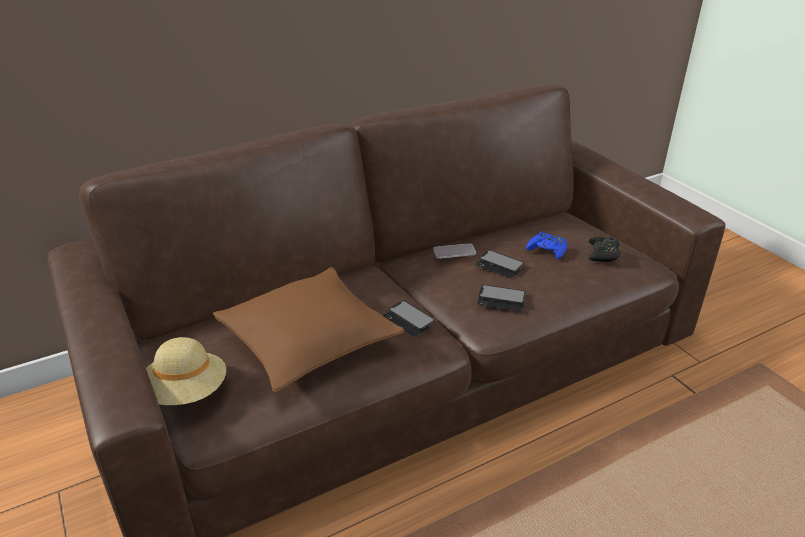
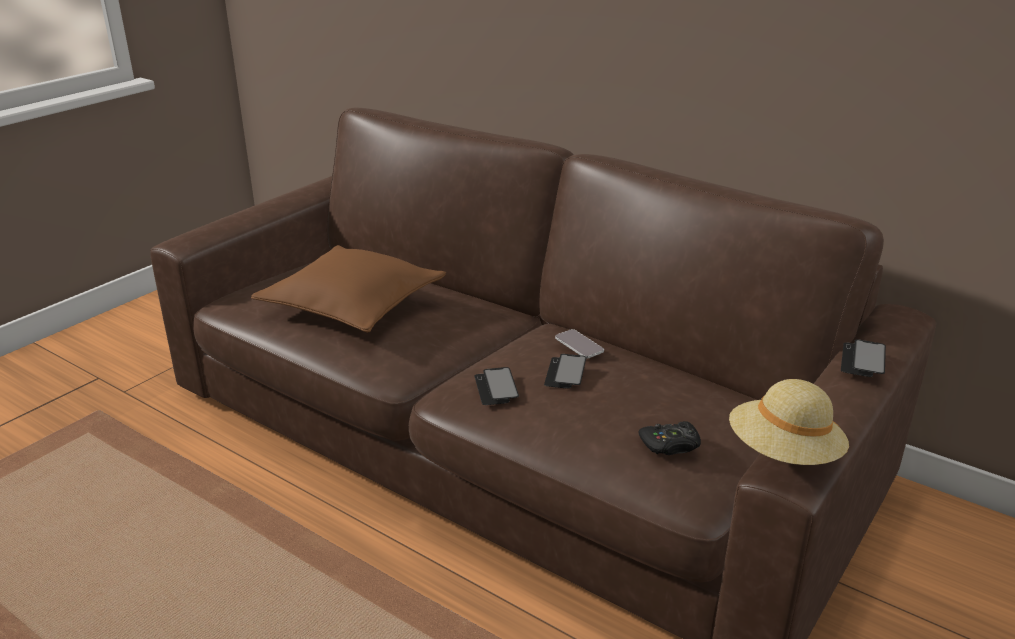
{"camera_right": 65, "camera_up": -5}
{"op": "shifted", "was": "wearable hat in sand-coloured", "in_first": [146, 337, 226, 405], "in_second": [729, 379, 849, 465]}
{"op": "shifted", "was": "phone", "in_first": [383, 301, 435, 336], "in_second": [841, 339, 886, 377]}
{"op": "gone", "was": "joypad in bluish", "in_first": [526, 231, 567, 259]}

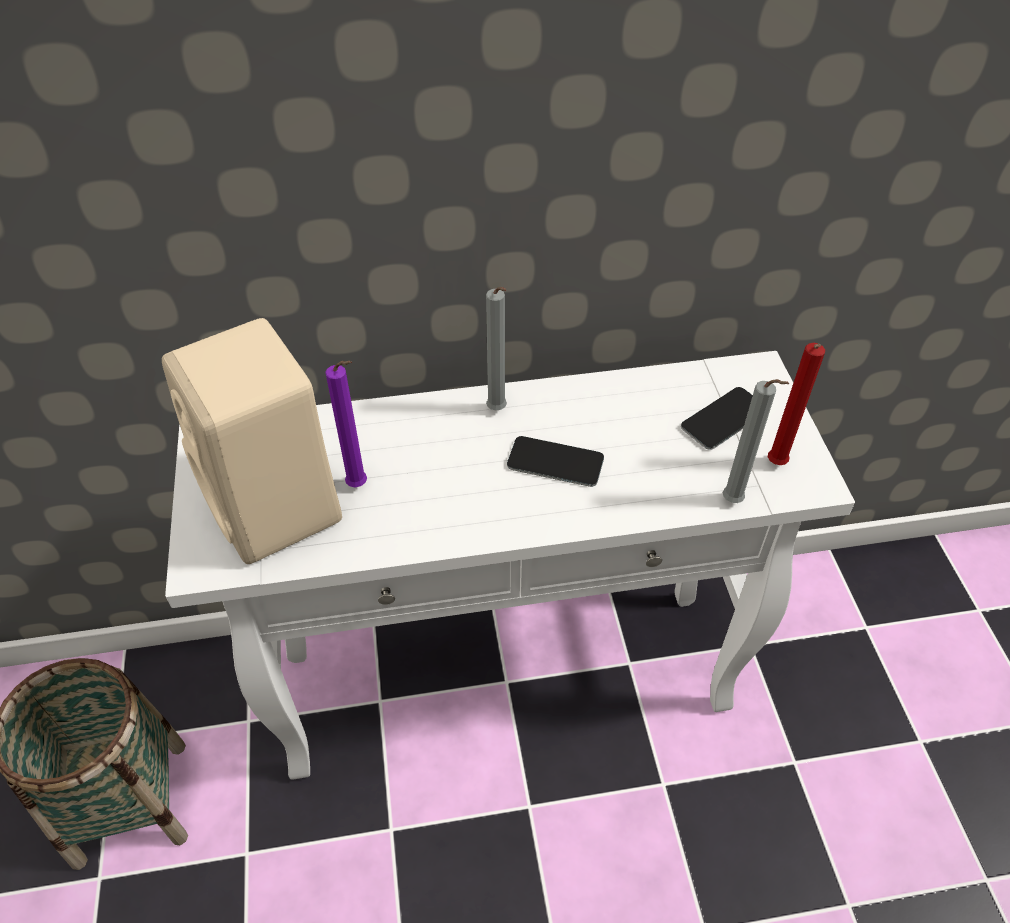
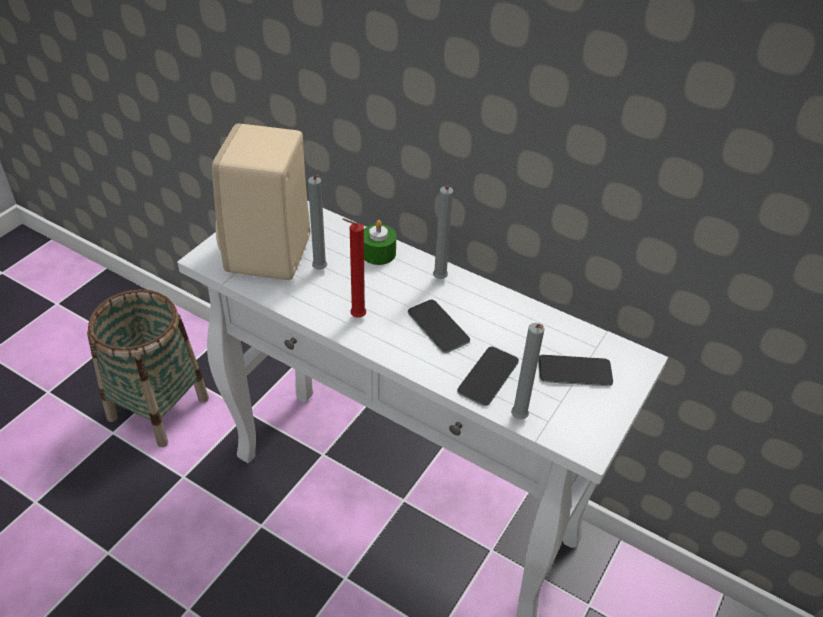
{"camera_right": 40, "camera_up": -5}
{"op": "repainted", "was": "wax light in purple", "now": "wax light in greyish", "in_first": [325, 361, 367, 487], "in_second": [308, 175, 327, 269]}
{"op": "shifted", "was": "wax light in red", "in_first": [768, 343, 825, 465], "in_second": [342, 218, 366, 317]}
{"op": "new", "now": "wax light in green", "in_second": [364, 220, 396, 265]}
{"op": "new", "now": "phone", "in_second": [457, 347, 519, 406]}

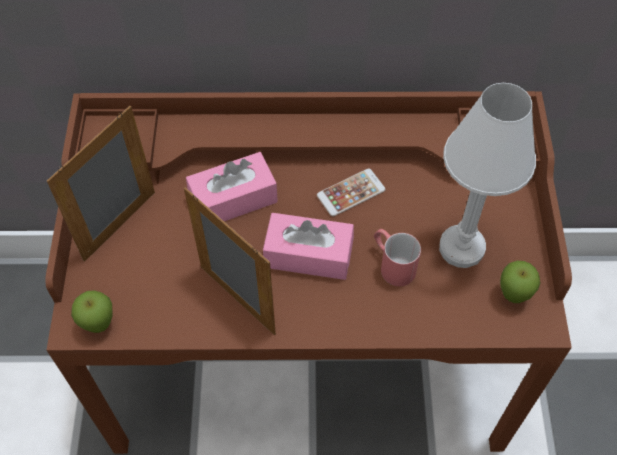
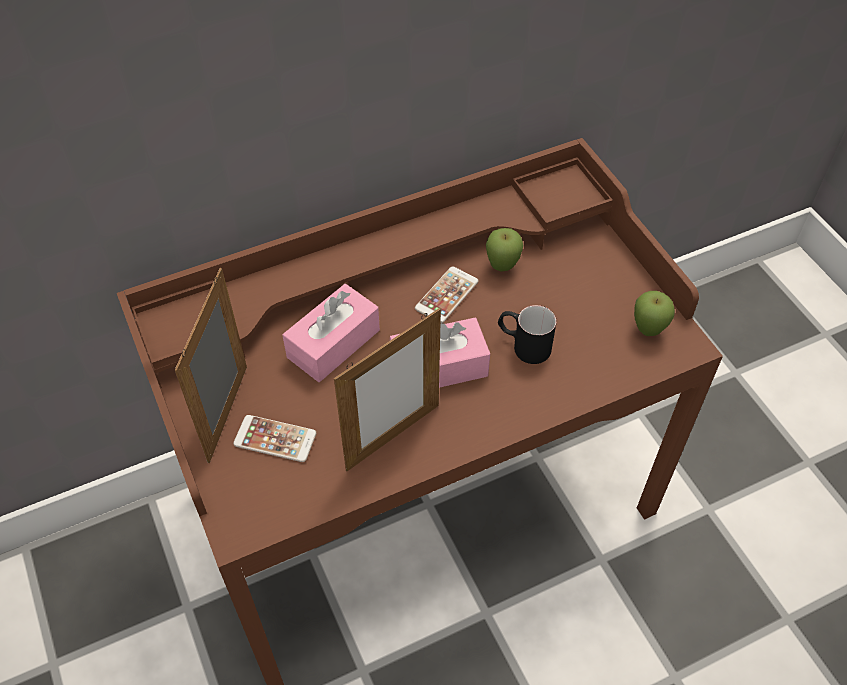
{"camera_right": -25, "camera_up": -5}
{"op": "shifted", "was": "apple fruit", "in_first": [71, 290, 113, 333], "in_second": [486, 228, 523, 272]}
{"op": "rotated", "was": "photo frame", "in_first": [184, 187, 276, 335], "in_second": [334, 308, 441, 471], "clockwise": 120}
{"op": "repainted", "was": "mug in red", "now": "mug in black", "in_first": [374, 229, 421, 286], "in_second": [498, 305, 557, 364]}
{"op": "gone", "was": "table lamp in white", "in_first": [439, 83, 536, 268]}
{"op": "new", "now": "phone", "in_second": [233, 415, 316, 462]}

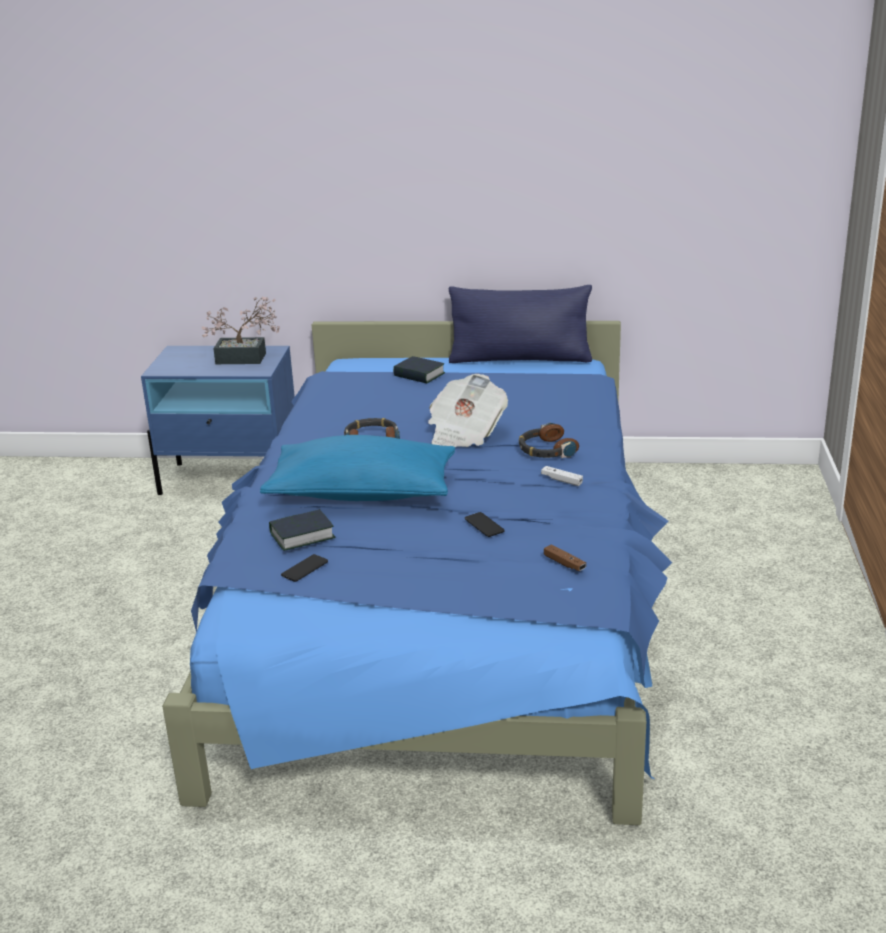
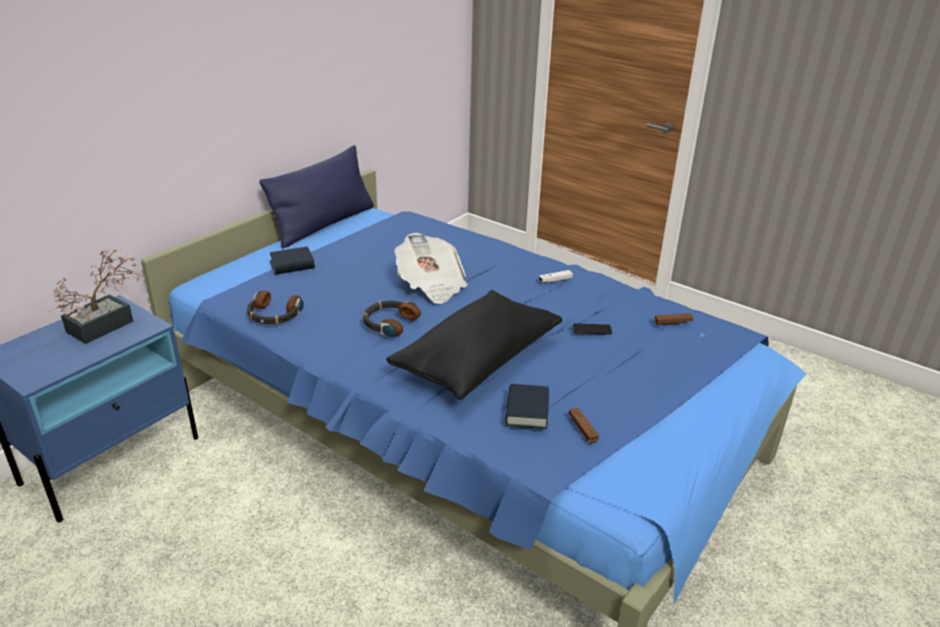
{"camera_right": -60, "camera_up": 5}
{"op": "repainted", "was": "cushion in bluish", "now": "cushion in black", "in_first": [260, 435, 455, 501], "in_second": [386, 290, 562, 400]}
{"op": "swapped", "was": "phone", "now": "joypad in brown-coloured", "in_first": [281, 554, 328, 582], "in_second": [569, 408, 599, 444]}
{"op": "shifted", "was": "headphones", "in_first": [519, 422, 579, 458], "in_second": [247, 291, 304, 324]}

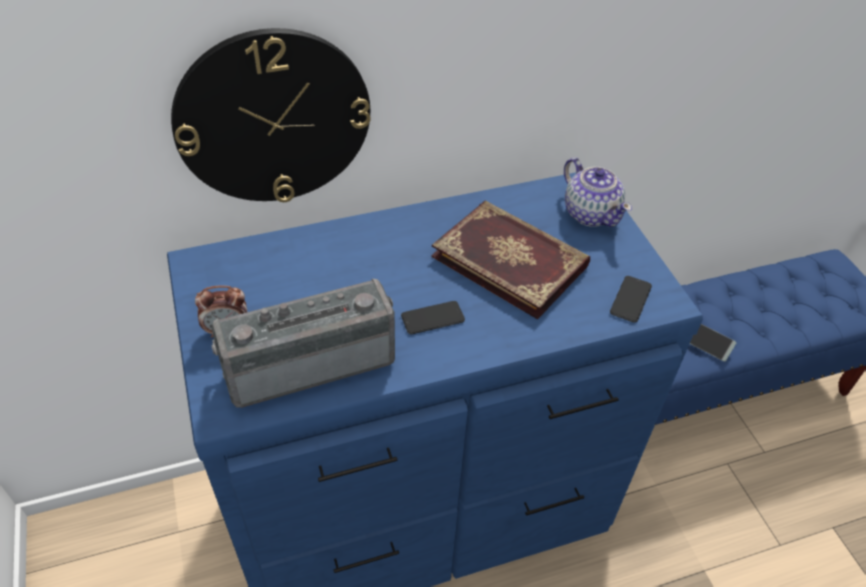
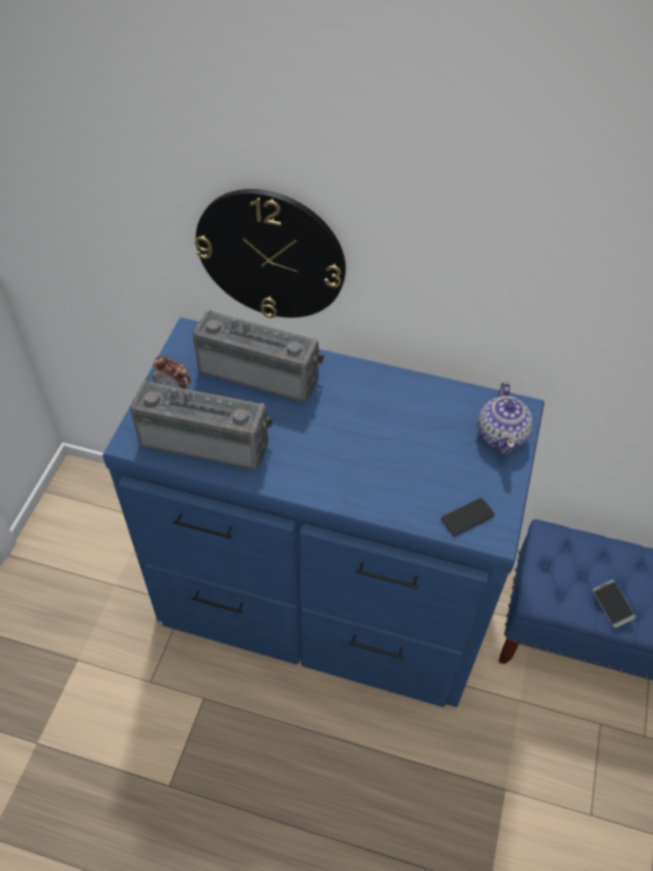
{"camera_right": 35, "camera_up": 5}
{"op": "gone", "was": "phone", "in_first": [401, 301, 465, 334]}
{"op": "gone", "was": "volume", "in_first": [431, 201, 590, 319]}
{"op": "new", "now": "radio", "in_second": [193, 310, 325, 402]}

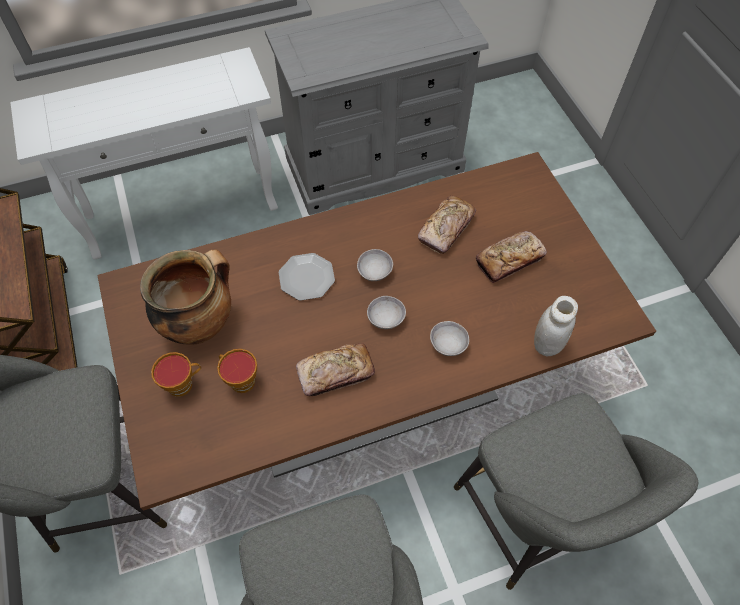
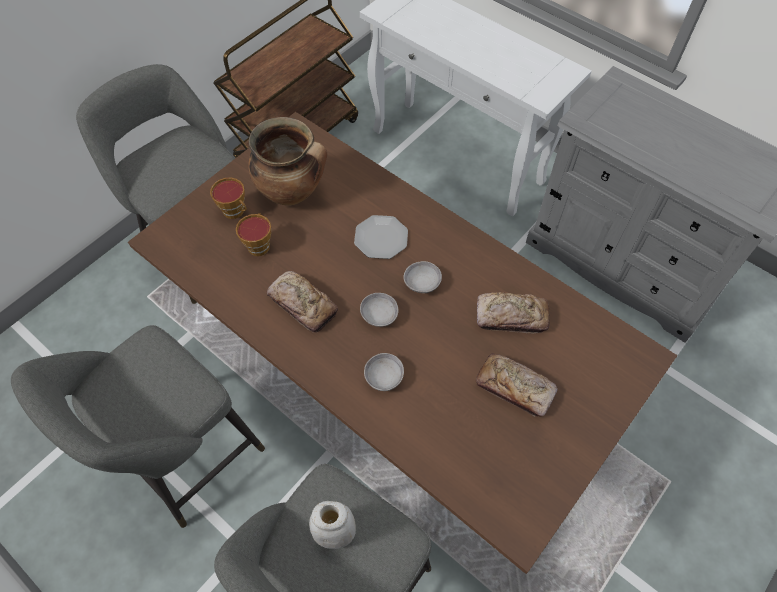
{"camera_right": 60, "camera_up": 0}
{"op": "shifted", "was": "preserve jar in white", "in_first": [534, 296, 578, 356], "in_second": [309, 501, 356, 549]}

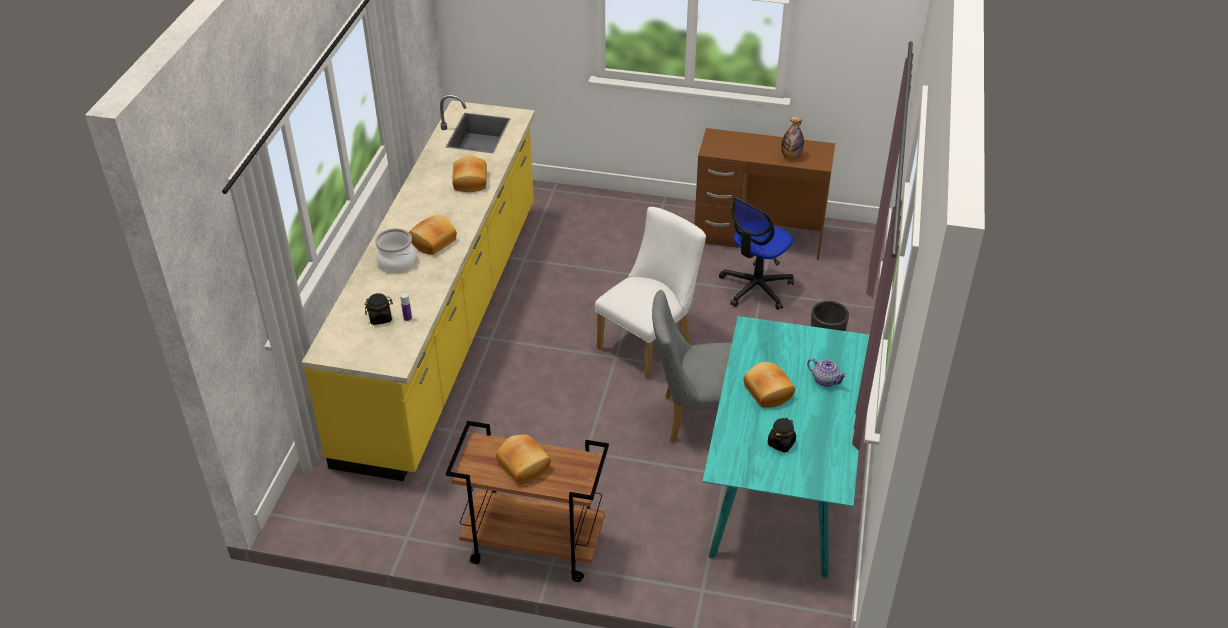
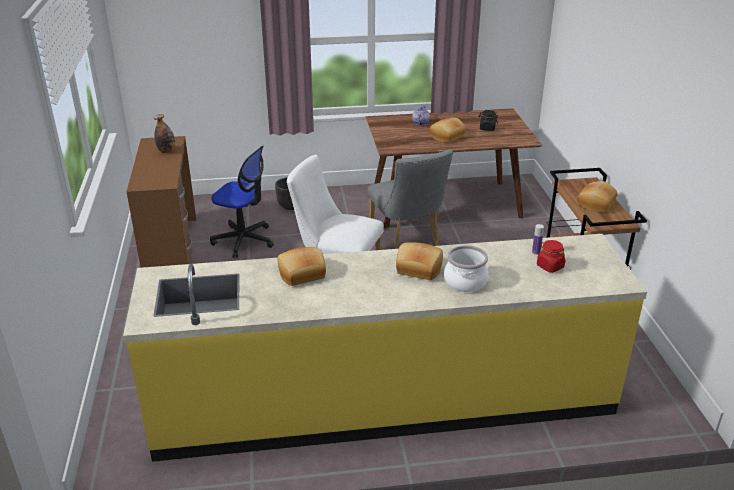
{"camera_right": -110, "camera_up": -10}
{"op": "repainted", "was": "preserve jar in black", "now": "preserve jar in red", "in_first": [365, 293, 393, 325], "in_second": [537, 240, 565, 273]}
{"op": "repainted", "was": "dinner table in turquoise-coloured", "now": "dinner table in brown-coloured", "in_first": [702, 316, 869, 578], "in_second": [366, 108, 542, 228]}

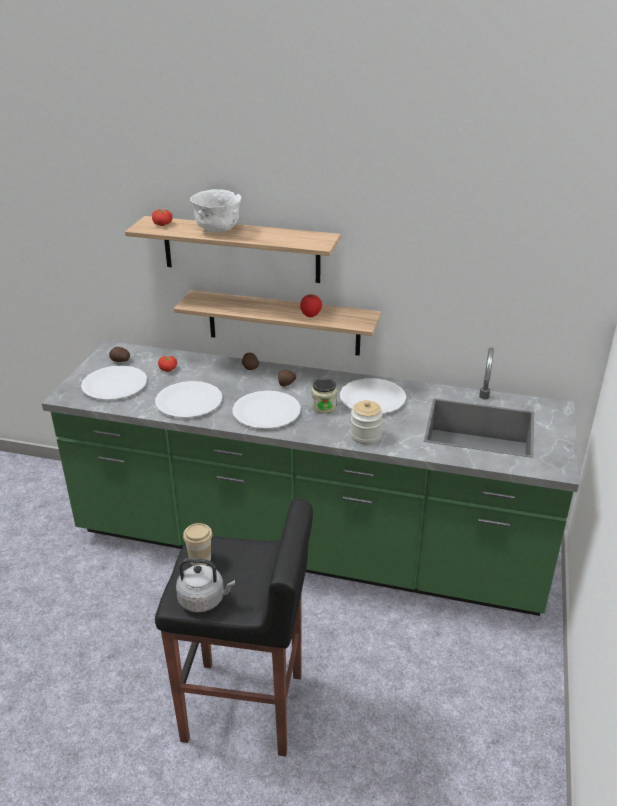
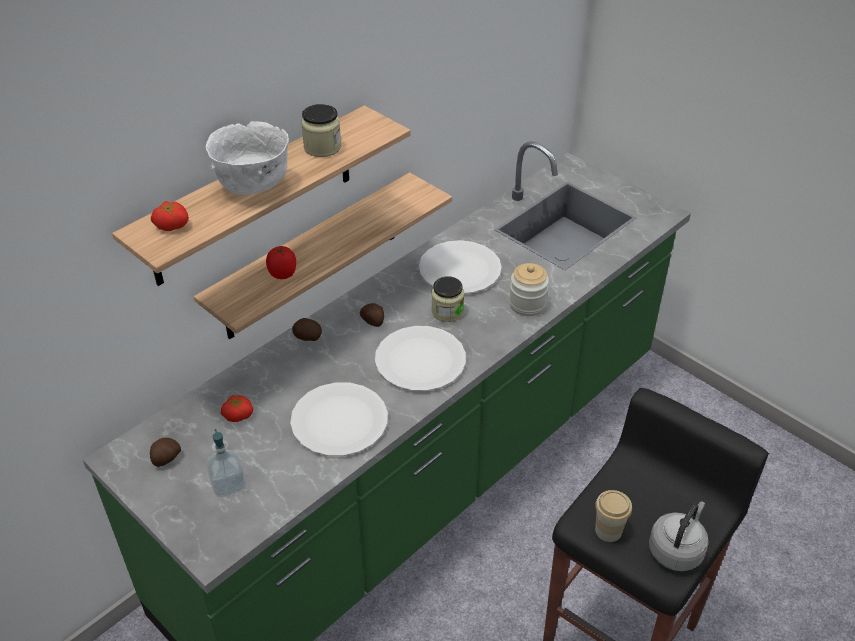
{"camera_right": -60, "camera_up": 10}
{"op": "swapped", "was": "dinner plate in white", "now": "soap dispenser", "in_first": [81, 366, 147, 400], "in_second": [206, 429, 246, 497]}
{"op": "shifted", "was": "whole tomato", "in_first": [300, 294, 322, 317], "in_second": [266, 246, 296, 279]}
{"op": "new", "now": "preserve jar", "in_second": [301, 104, 341, 157]}

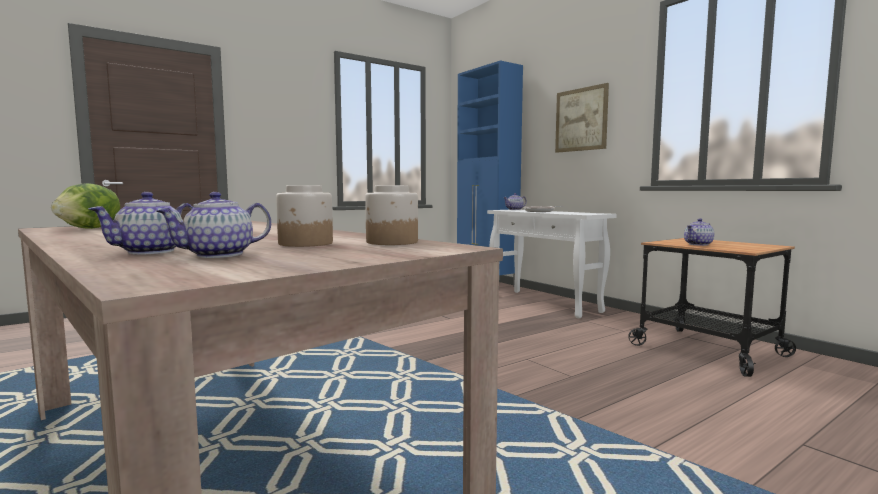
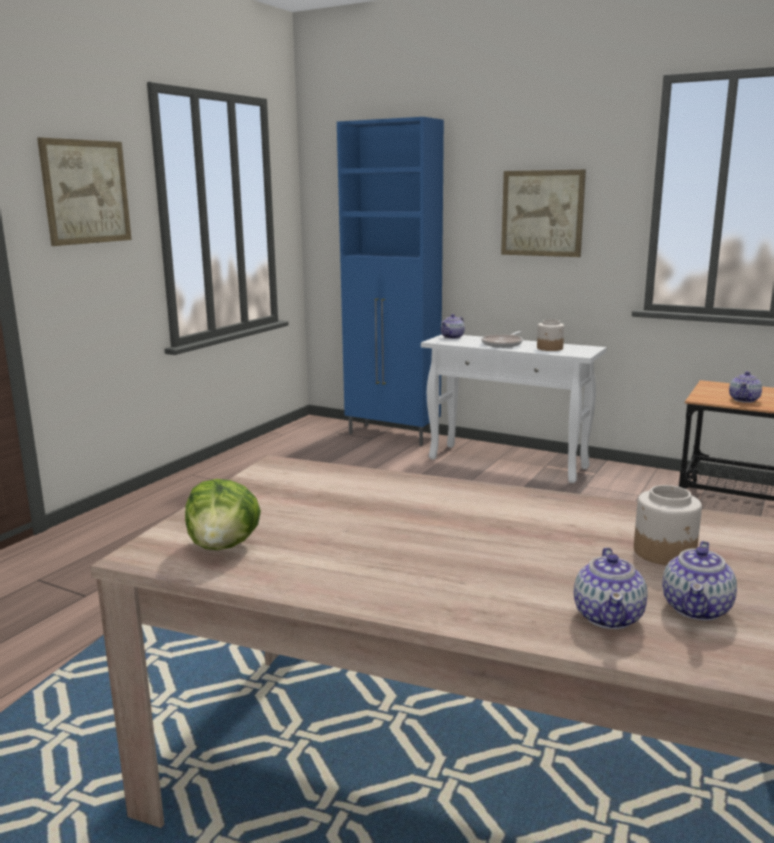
{"camera_right": -25, "camera_up": 10}
{"op": "shifted", "was": "preserve jar", "in_first": [365, 185, 418, 245], "in_second": [537, 319, 564, 351]}
{"op": "new", "now": "picture", "in_second": [37, 137, 132, 246]}

